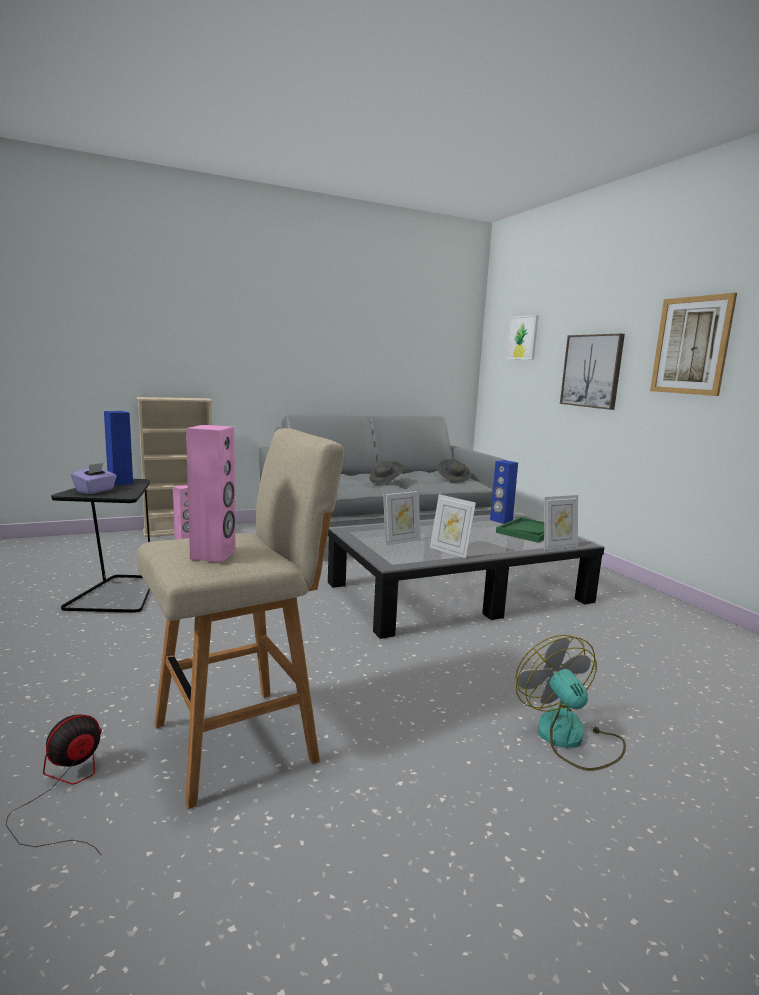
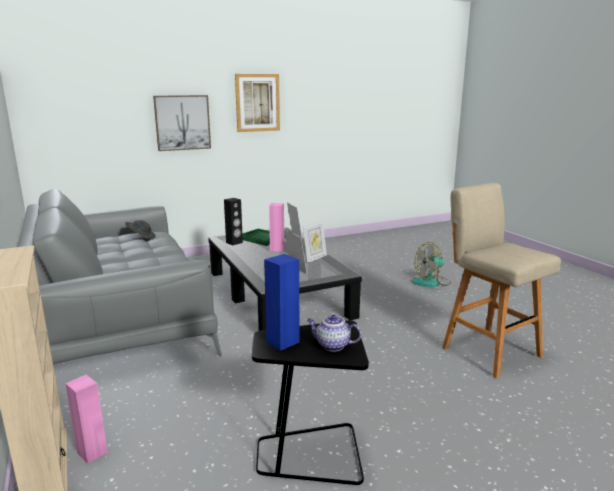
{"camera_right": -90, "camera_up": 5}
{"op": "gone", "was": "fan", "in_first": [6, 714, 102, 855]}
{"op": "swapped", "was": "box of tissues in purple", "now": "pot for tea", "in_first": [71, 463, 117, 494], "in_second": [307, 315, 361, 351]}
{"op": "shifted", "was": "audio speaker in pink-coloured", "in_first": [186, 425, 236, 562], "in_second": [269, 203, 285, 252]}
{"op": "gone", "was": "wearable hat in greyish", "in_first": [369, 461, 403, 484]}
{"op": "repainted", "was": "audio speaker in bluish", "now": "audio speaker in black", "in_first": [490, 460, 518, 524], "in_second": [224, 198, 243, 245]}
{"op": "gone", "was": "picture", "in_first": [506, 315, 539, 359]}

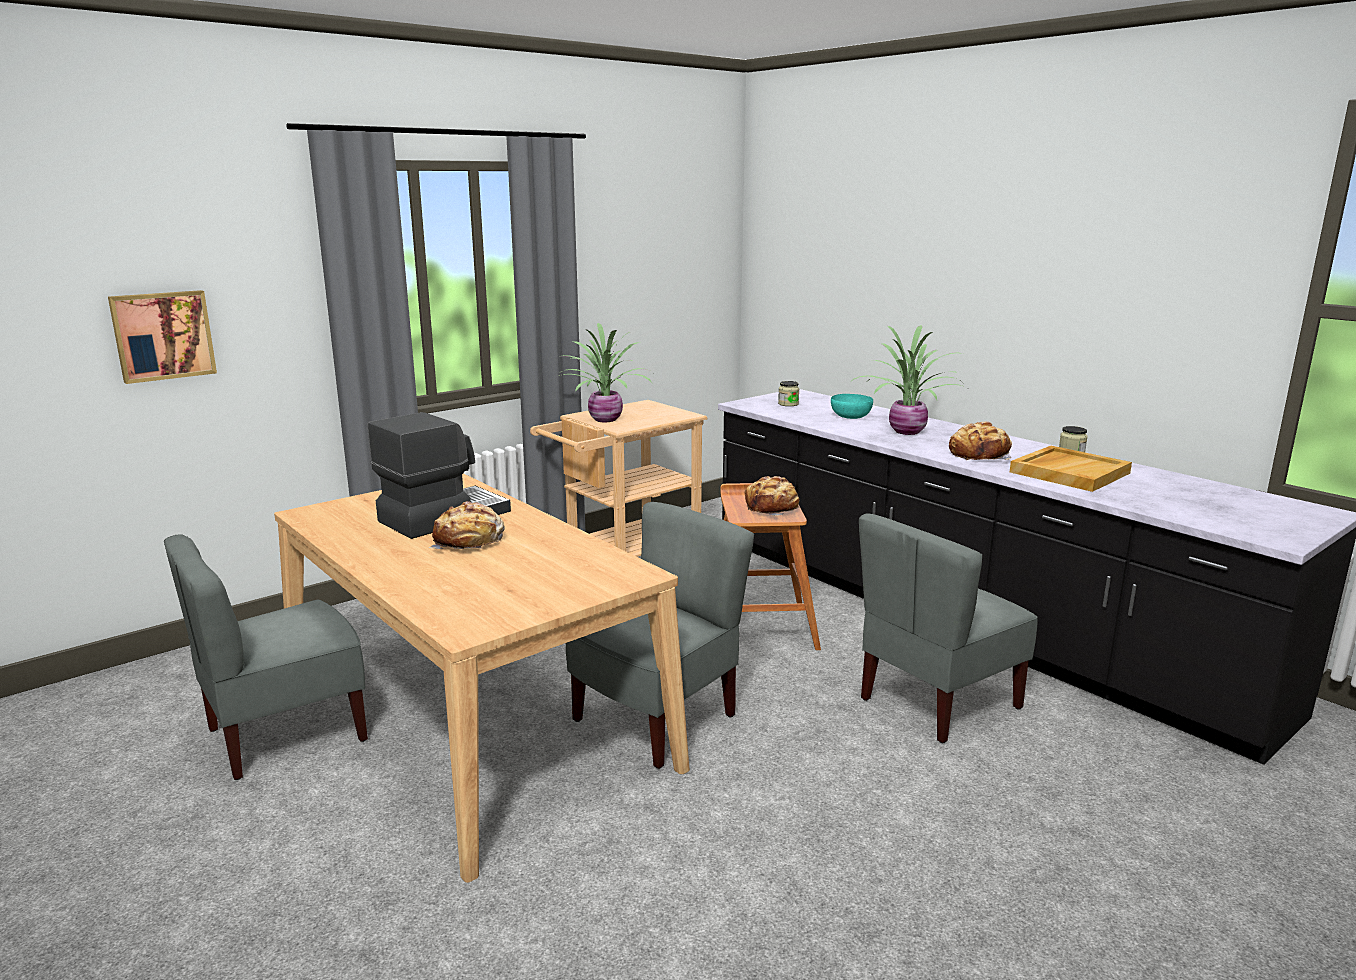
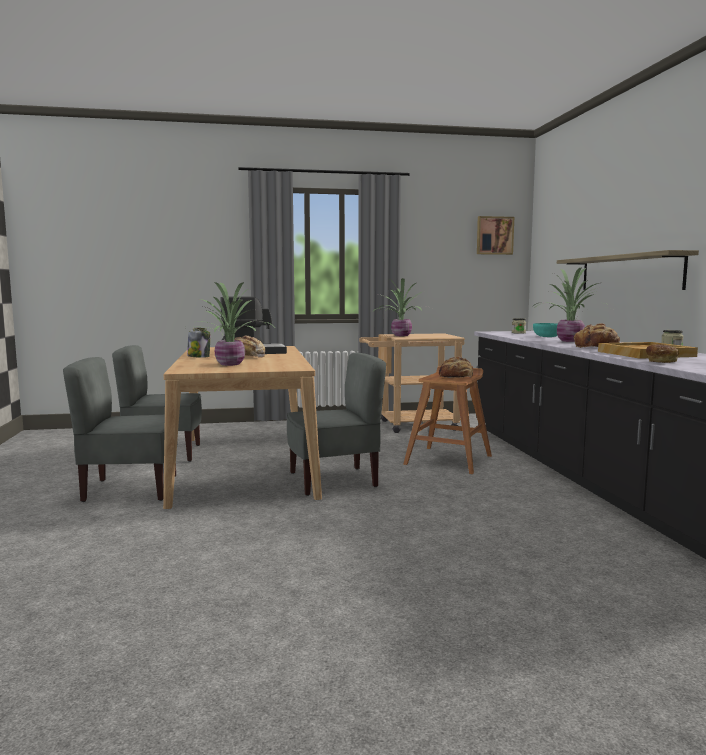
{"camera_right": 30, "camera_up": -10}
{"op": "shifted", "was": "picture", "in_first": [108, 290, 217, 384], "in_second": [477, 216, 514, 255]}
{"op": "shifted", "was": "upright chair in greyish", "in_first": [859, 513, 1038, 743], "in_second": [63, 357, 176, 502]}
{"op": "new", "now": "preserve jar", "in_second": [187, 328, 210, 358]}
{"op": "new", "now": "potted plant", "in_second": [193, 282, 273, 366]}
{"op": "new", "now": "shelf", "in_second": [557, 250, 699, 290]}
{"op": "new", "now": "baked bread", "in_second": [646, 344, 679, 363]}

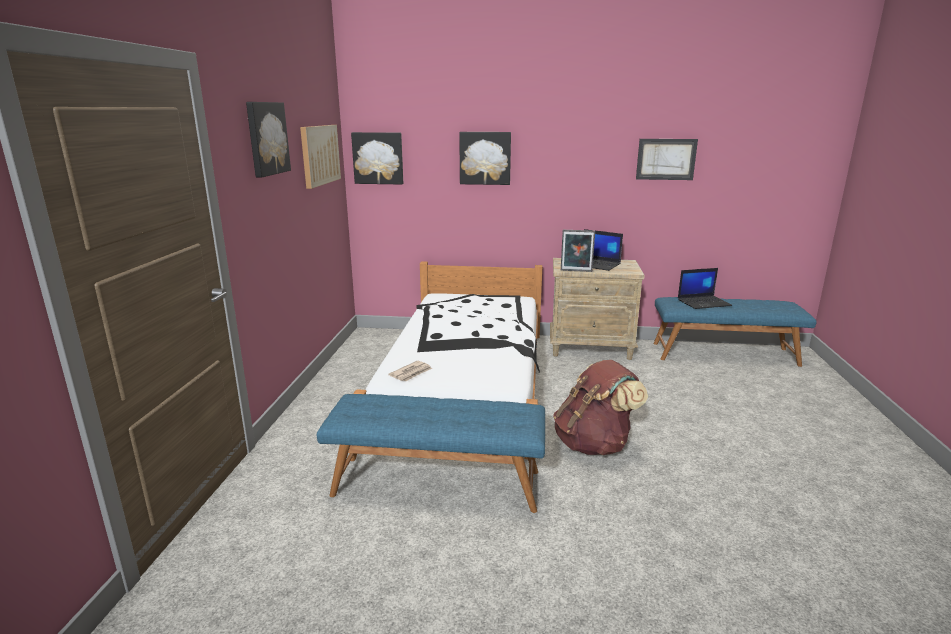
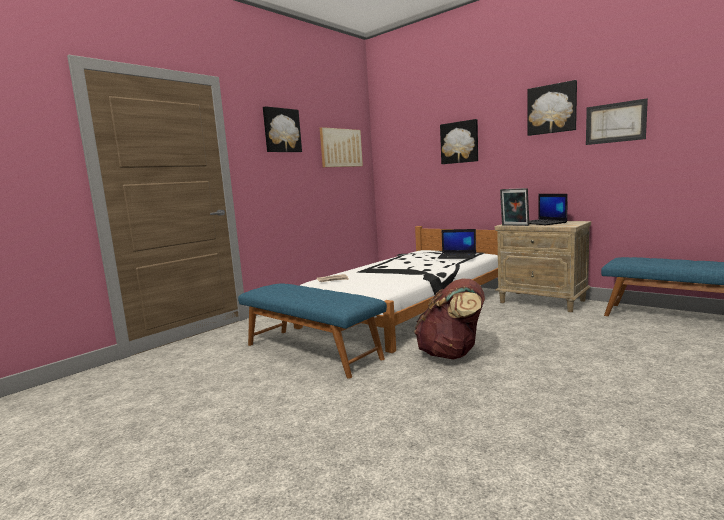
{"camera_right": 35, "camera_up": -10}
{"op": "shifted", "was": "picture", "in_first": [351, 132, 403, 185], "in_second": [527, 80, 577, 136]}
{"op": "shifted", "was": "portable computer", "in_first": [678, 268, 732, 309], "in_second": [438, 229, 476, 259]}

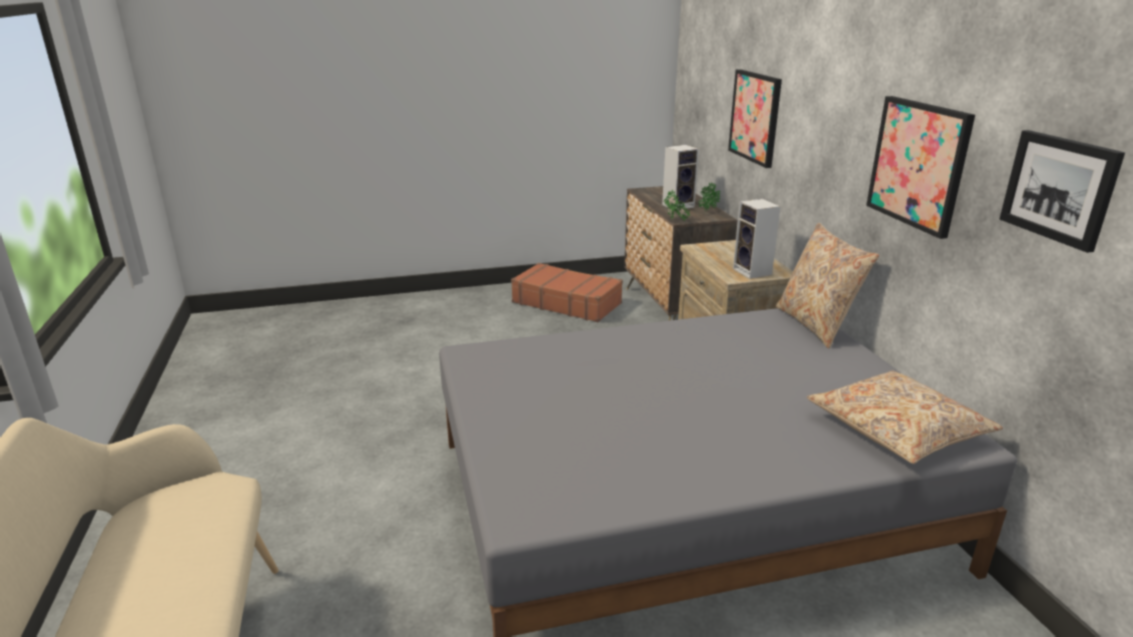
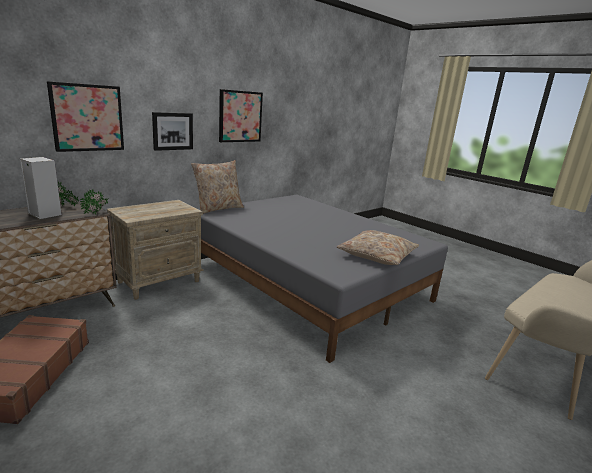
{"camera_right": -120, "camera_up": -5}
{"op": "gone", "was": "audio speaker", "in_first": [733, 199, 781, 279]}
{"op": "shifted", "was": "cushion in sand-coloured", "in_first": [807, 371, 1003, 464], "in_second": [337, 230, 419, 265]}
{"op": "shifted", "was": "picture", "in_first": [1000, 130, 1125, 253], "in_second": [152, 112, 193, 151]}

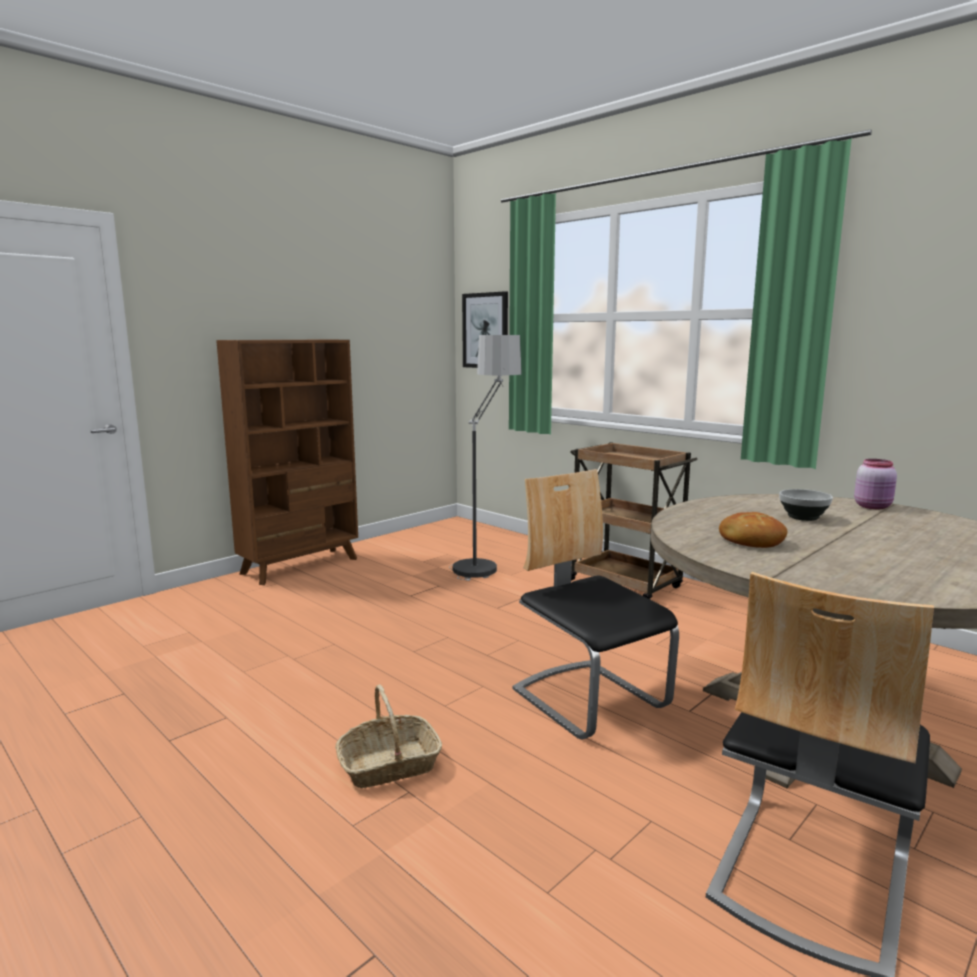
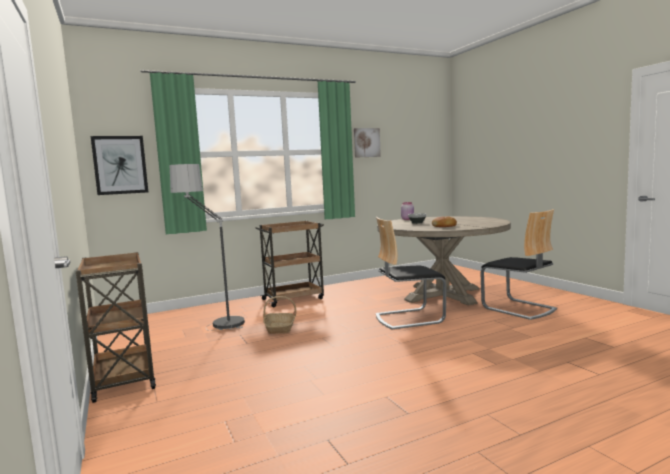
{"camera_right": -70, "camera_up": -5}
{"op": "swapped", "was": "bookshelf in brown-coloured", "now": "wheeled cart in brown-coloured", "in_first": [216, 340, 358, 585], "in_second": [76, 252, 156, 403]}
{"op": "shifted", "was": "basket", "in_first": [335, 685, 442, 788], "in_second": [263, 296, 296, 334]}
{"op": "new", "now": "picture", "in_second": [354, 128, 381, 158]}

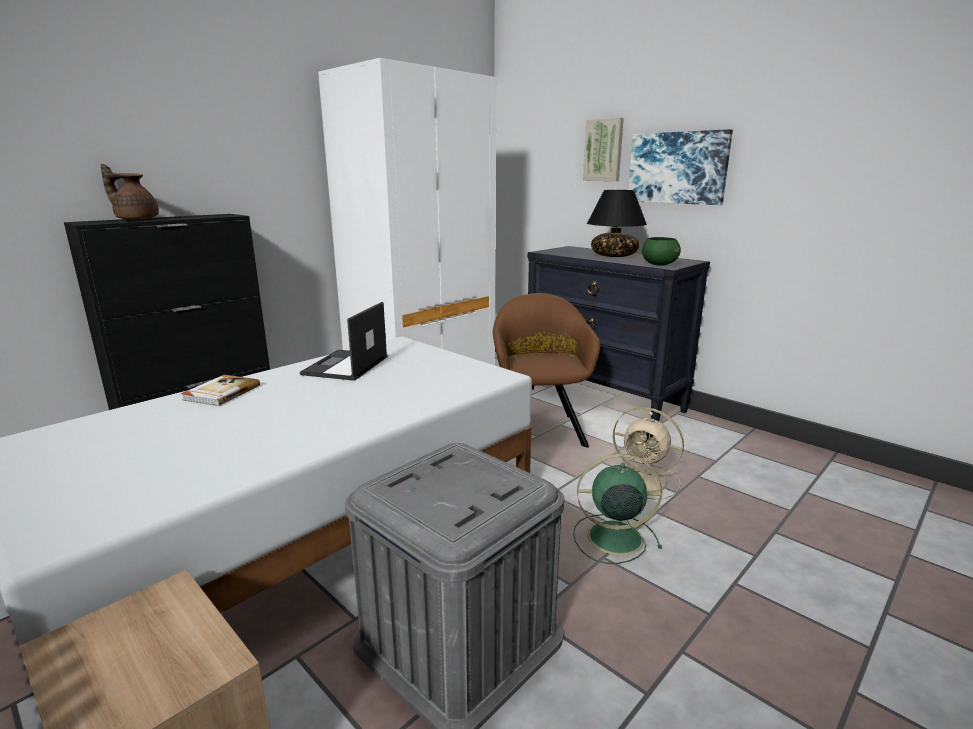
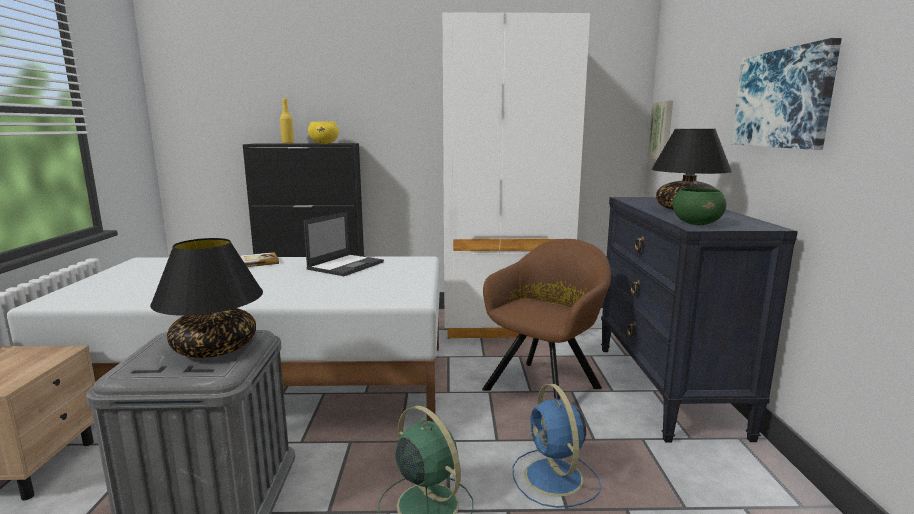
{"camera_right": 45, "camera_up": -5}
{"op": "swapped", "was": "pot for tea in brown-coloured", "now": "beverage bottle in yellow-coloured", "in_first": [100, 164, 159, 220], "in_second": [280, 99, 294, 143]}
{"op": "rotated", "was": "portable computer", "in_first": [300, 302, 388, 381], "in_second": [304, 212, 384, 276], "clockwise": 150}
{"op": "shifted", "was": "picture", "in_first": [583, 118, 624, 181], "in_second": [647, 101, 673, 160]}
{"op": "repainted", "was": "fan in sand-coloured", "now": "fan in bluish", "in_first": [612, 407, 684, 500], "in_second": [513, 383, 601, 508]}
{"op": "new", "now": "table lamp in black", "in_second": [150, 238, 263, 358]}
{"op": "new", "now": "bowl in yellow-coloured", "in_second": [308, 121, 339, 144]}

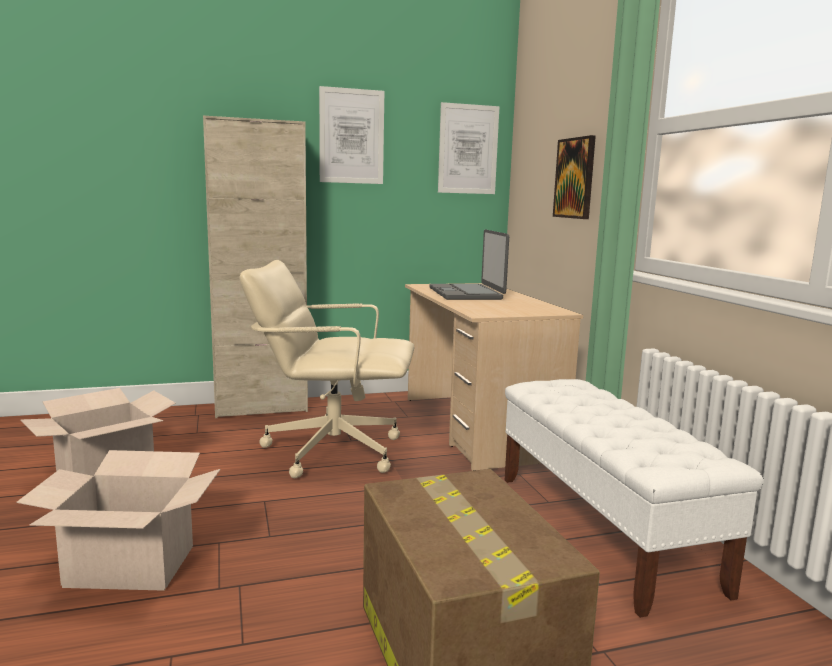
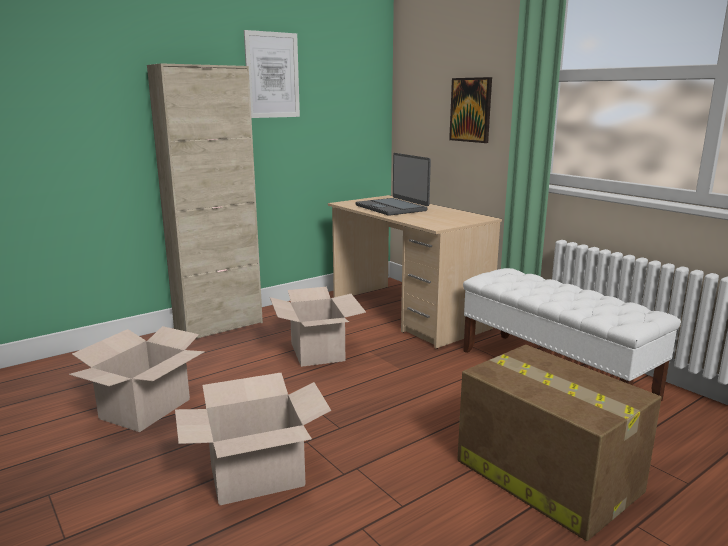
{"camera_right": -20, "camera_up": 5}
{"op": "swapped", "was": "desk chair in sand-coloured", "now": "packing box", "in_first": [240, 260, 415, 478], "in_second": [270, 287, 366, 367]}
{"op": "gone", "was": "picture", "in_first": [438, 102, 500, 194]}

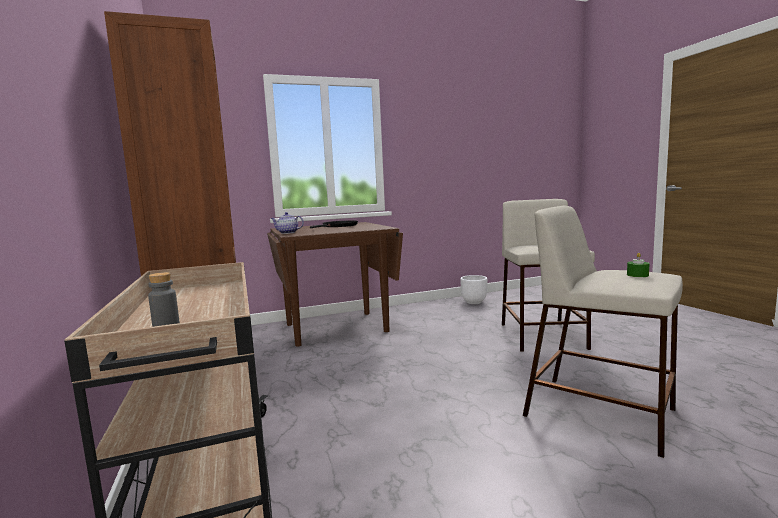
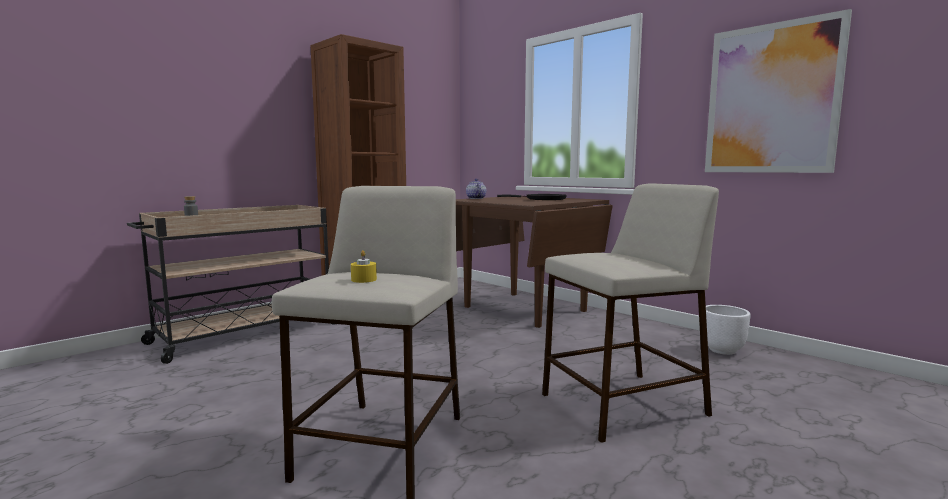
{"camera_right": 65, "camera_up": 0}
{"op": "repainted", "was": "wax light in green", "now": "wax light in yellow-coloured", "in_first": [627, 253, 650, 277], "in_second": [351, 250, 377, 283]}
{"op": "new", "now": "picture", "in_second": [705, 9, 852, 173]}

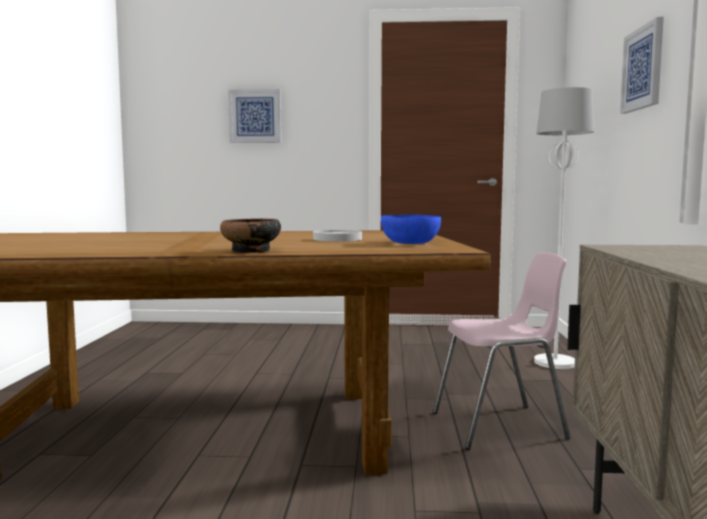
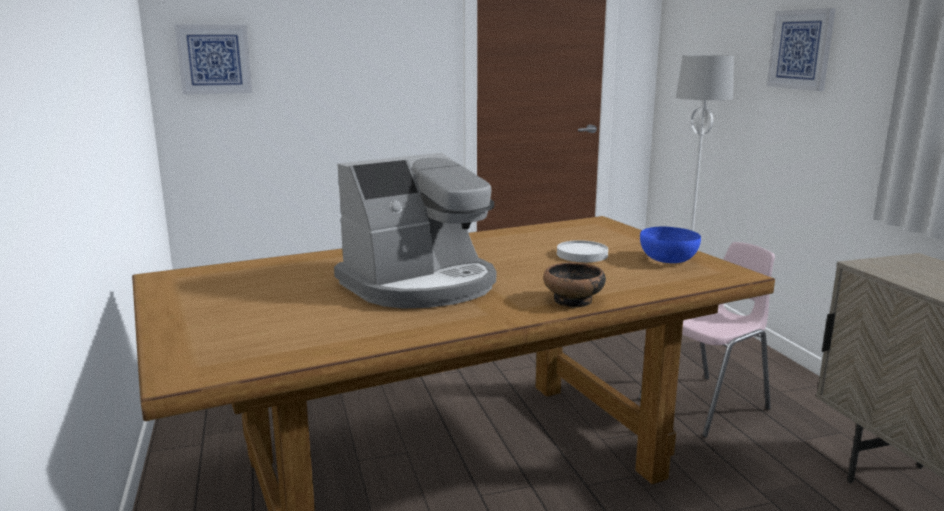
{"camera_right": -20, "camera_up": 10}
{"op": "shifted", "was": "picture", "in_first": [228, 89, 282, 143], "in_second": [175, 24, 252, 95]}
{"op": "new", "now": "coffee machine", "in_second": [334, 153, 496, 309]}

